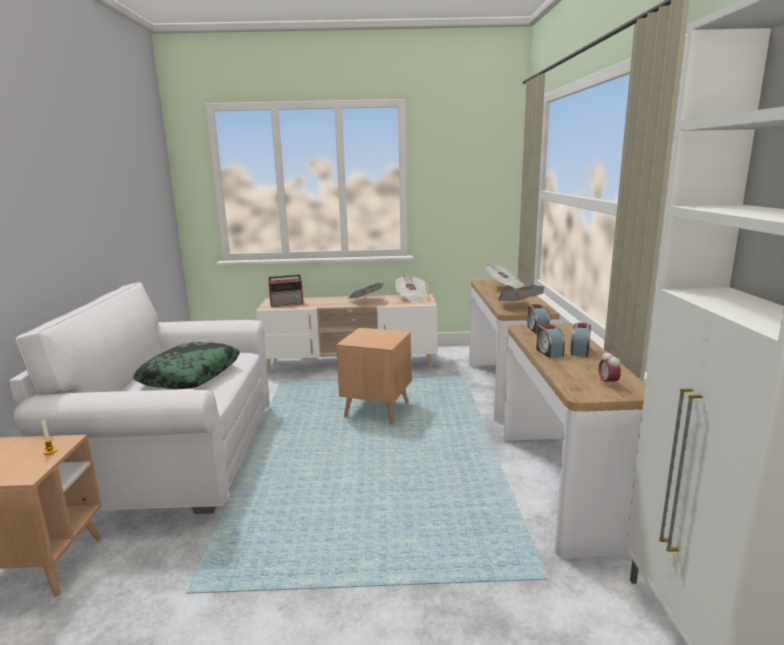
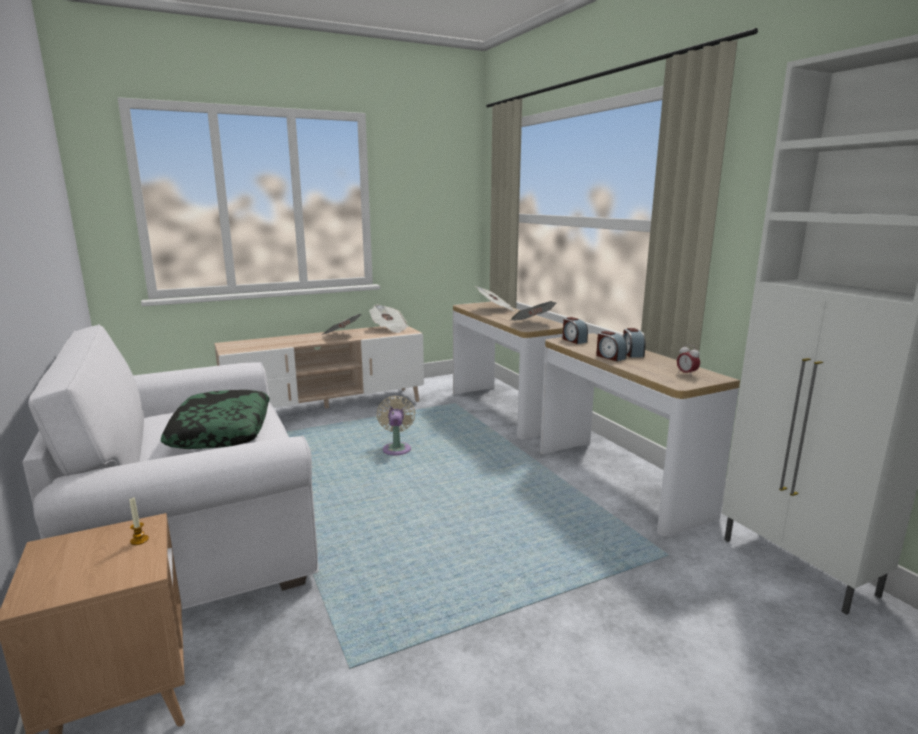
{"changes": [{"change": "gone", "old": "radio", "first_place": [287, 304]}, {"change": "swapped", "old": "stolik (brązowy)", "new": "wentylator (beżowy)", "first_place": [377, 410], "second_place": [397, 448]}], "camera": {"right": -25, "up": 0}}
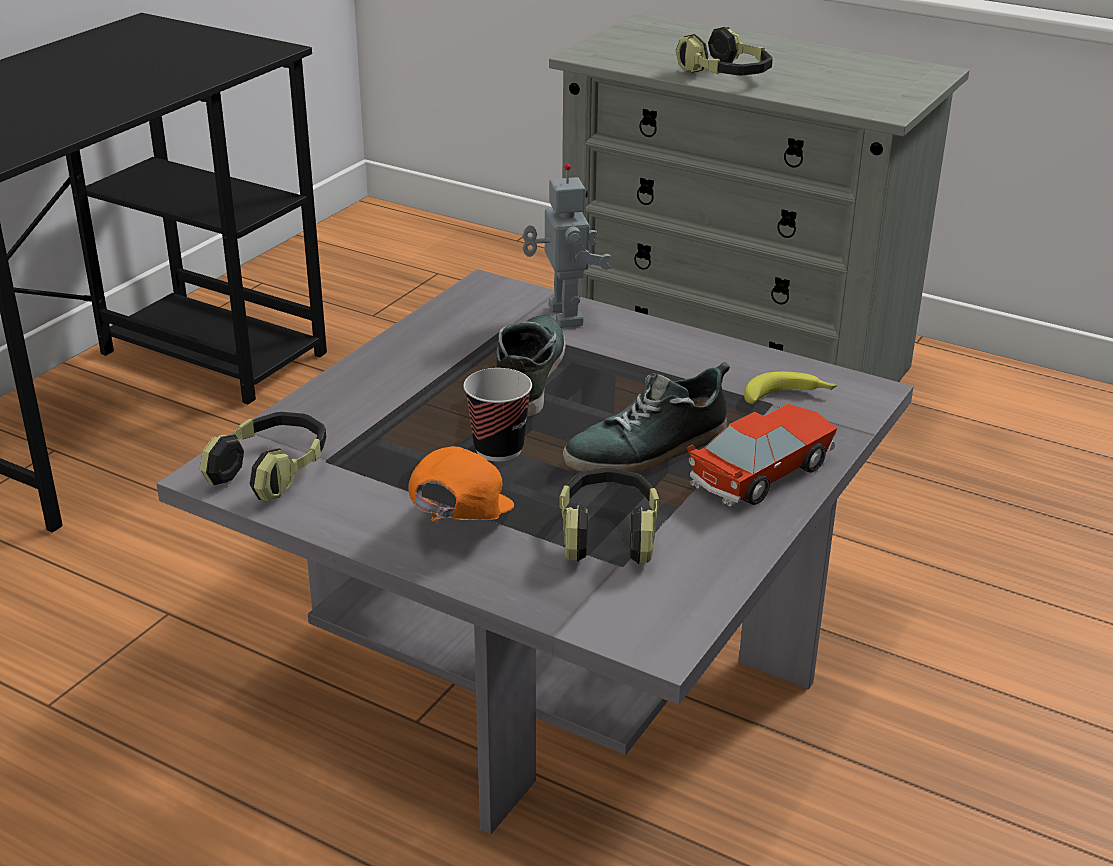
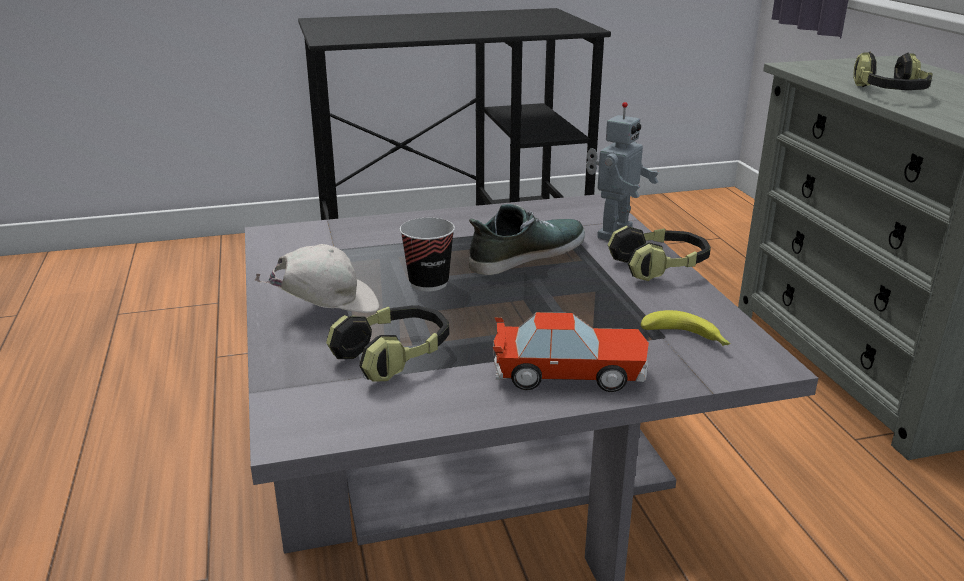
{"changes": [{"change": "gone", "old": "but", "first_place": [648, 448]}, {"change": "shifted", "old": "słuchawki", "first_place": [271, 471], "second_place": [660, 267]}, {"change": "repainted", "old": "czapka z daszkiem (pomarańczowy)", "new": "czapka z daszkiem (biały)", "first_place": [458, 524], "second_place": [327, 309]}], "camera": {"right": 45, "up": -5}}
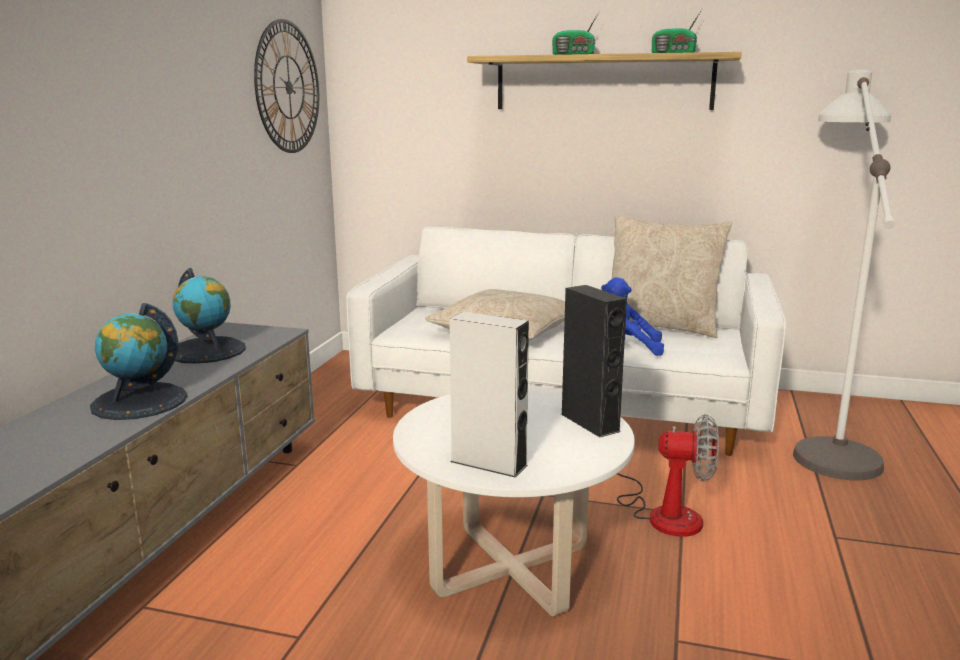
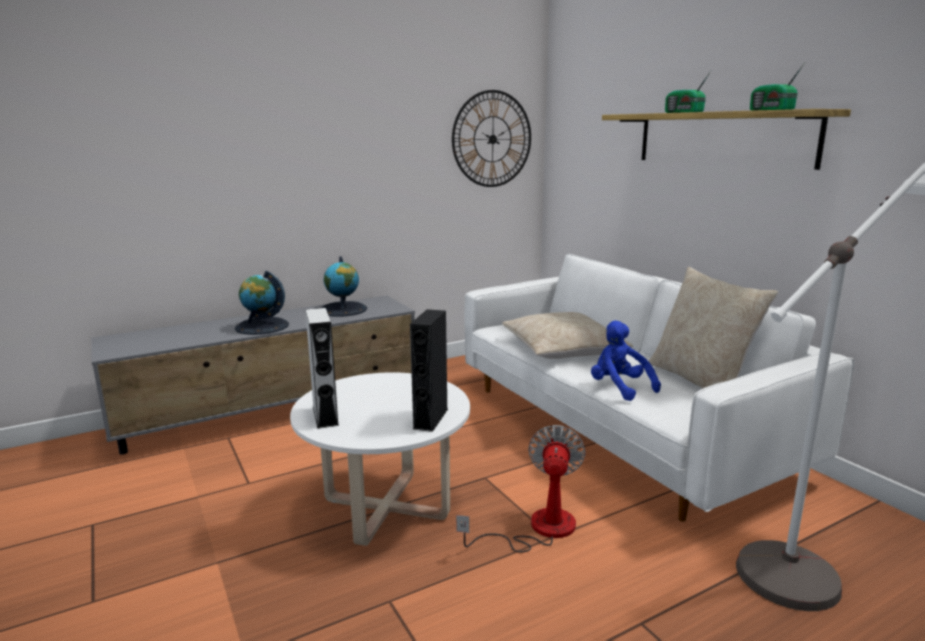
{"changes": [{"change": "rotated", "old": "wentylator", "first_place": [662, 512], "second_place": [538, 529], "degrees": -135}], "camera": {"right": 45, "up": 0}}
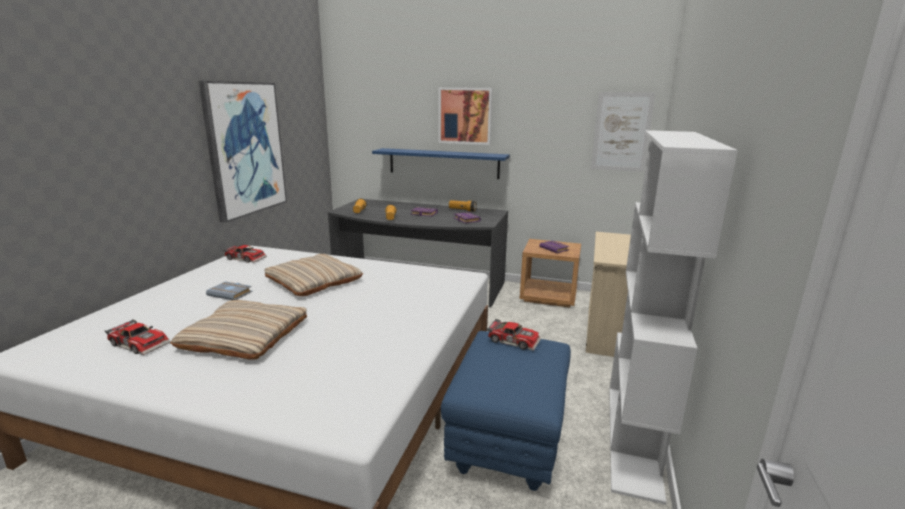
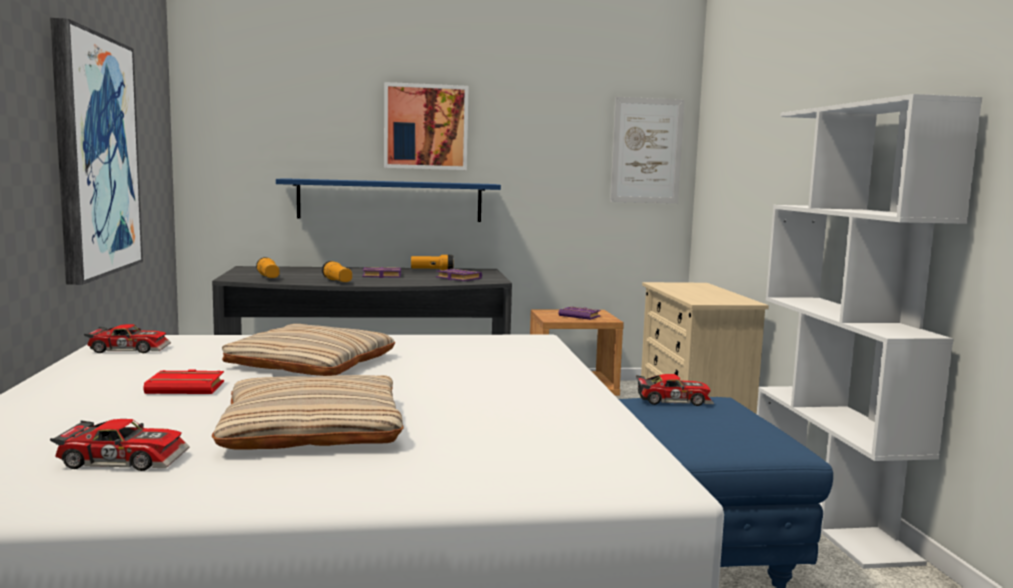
{"changes": [{"change": "repainted", "old": "książka (szary)", "new": "książka (czerwony)", "first_place": [231, 293], "second_place": [187, 388]}], "camera": {"right": -25, "up": -10}}
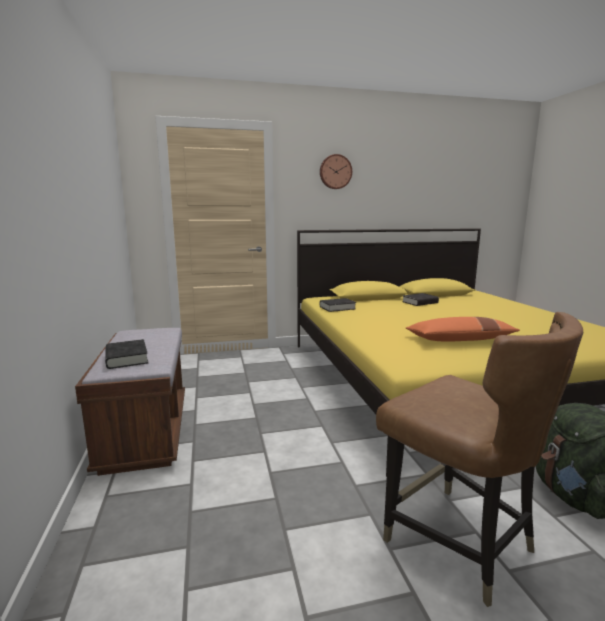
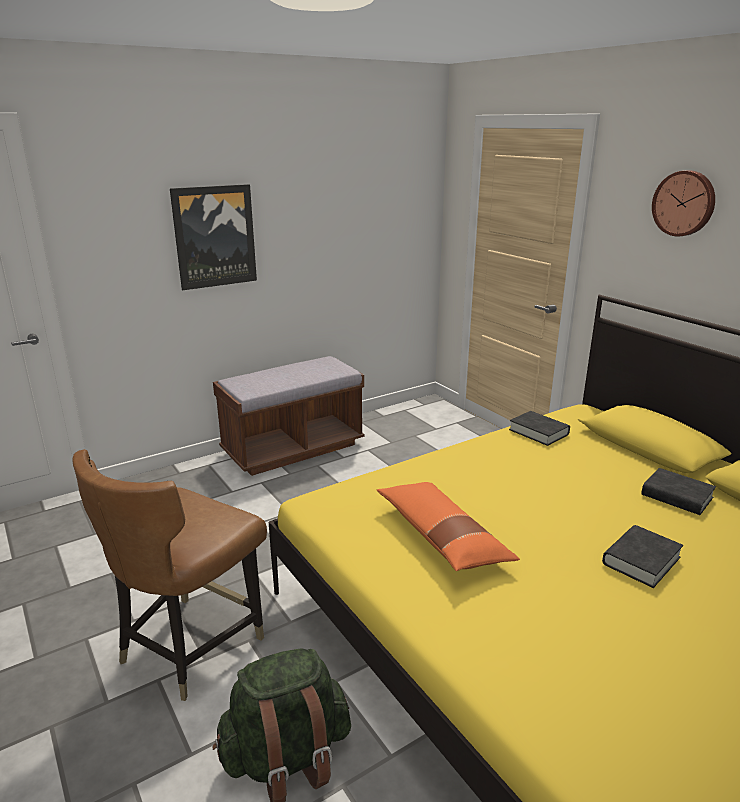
{"changes": [{"change": "new", "new": "obraz", "second_place": [214, 236]}, {"change": "shifted", "old": "książka (czarny)", "first_place": [126, 358], "second_place": [641, 560]}], "camera": {"right": 70, "up": 10}}
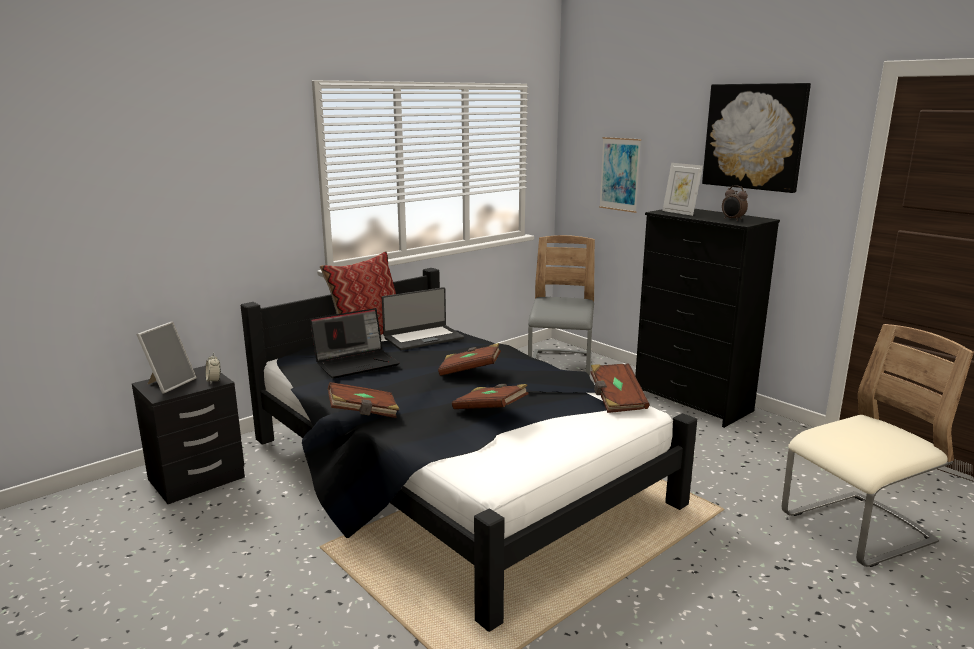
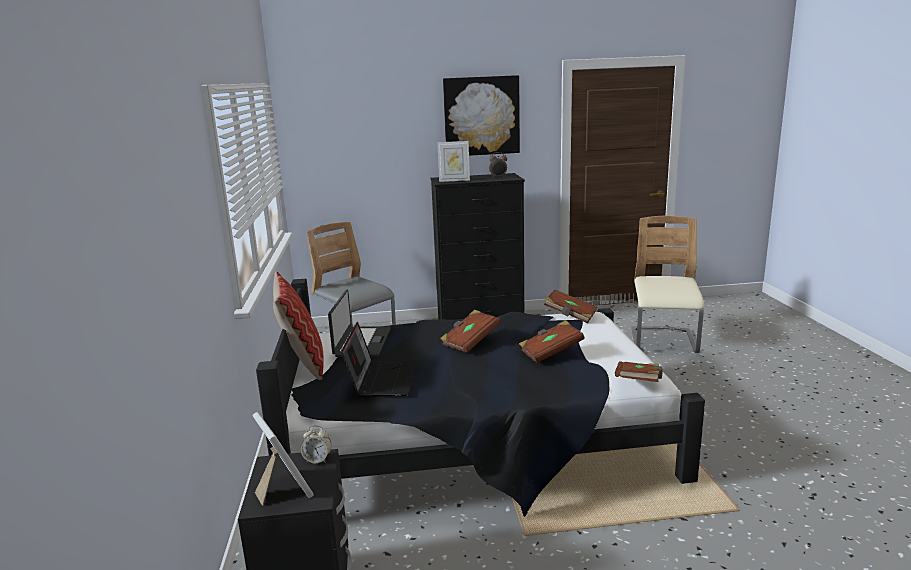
{"changes": [{"change": "gone", "old": "obraz", "first_place": [620, 174]}, {"change": "shifted", "old": "książka (brązowy)", "first_place": [363, 413], "second_place": [638, 383]}], "camera": {"right": -55, "up": 0}}
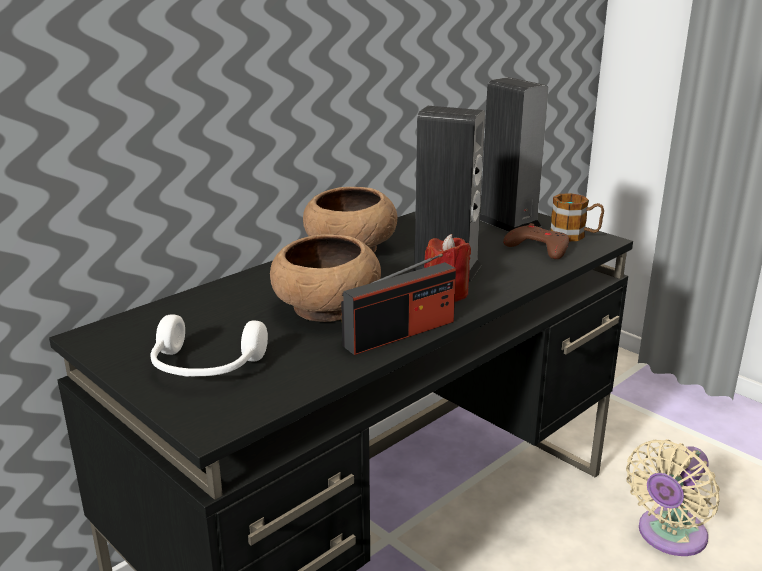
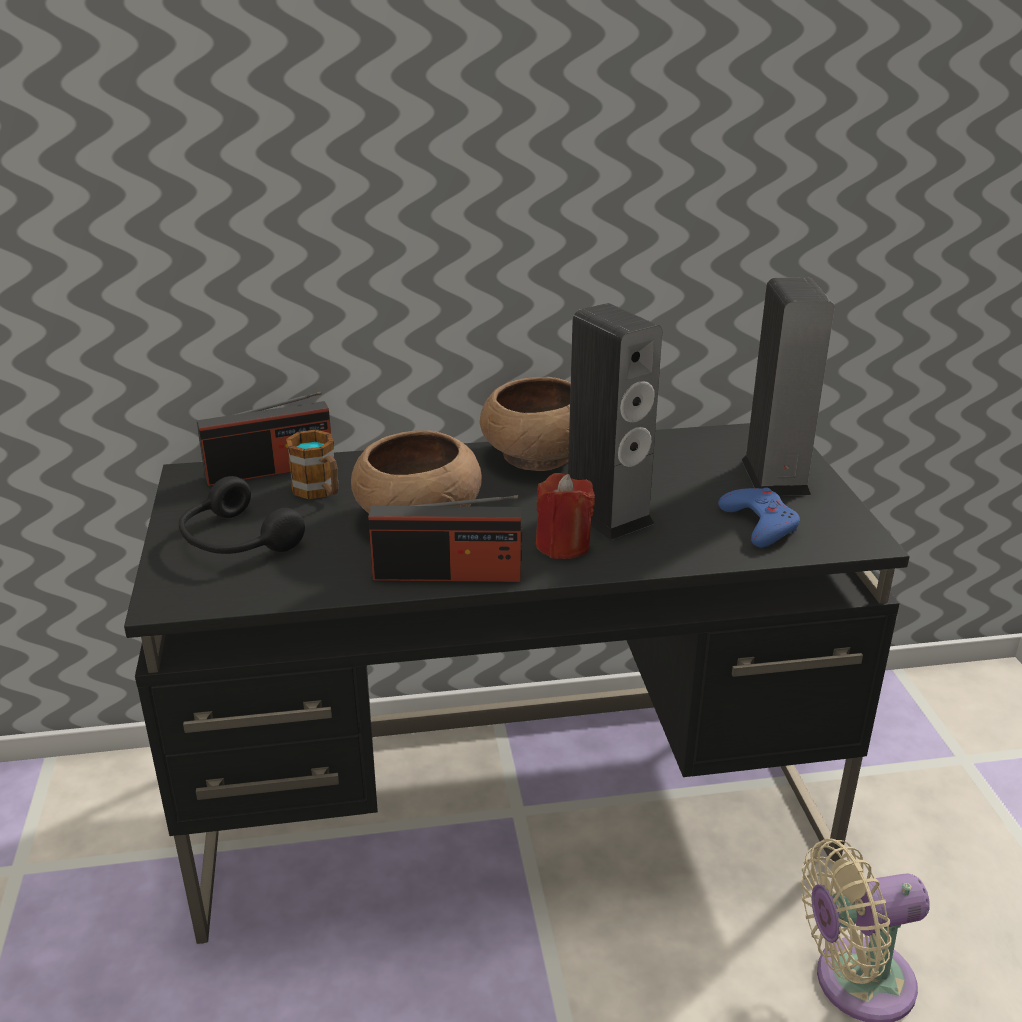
{"changes": [{"change": "new", "new": "radio", "second_place": [270, 470]}, {"change": "shifted", "old": "kubek", "first_place": [575, 236], "second_place": [320, 491]}, {"change": "repainted", "old": "słuchawki (biały)", "new": "słuchawki (czarny)", "first_place": [205, 367], "second_place": [235, 541]}, {"change": "repainted", "old": "pad do gier (brązowy)", "new": "pad do gier (niebieski)", "first_place": [538, 247], "second_place": [759, 523]}], "camera": {"right": 35, "up": 5}}
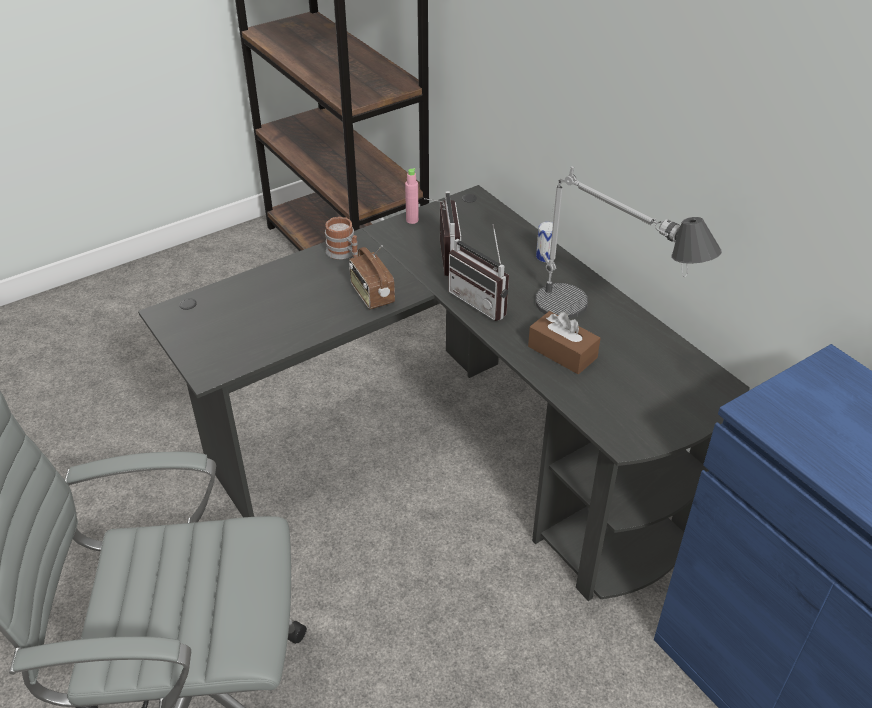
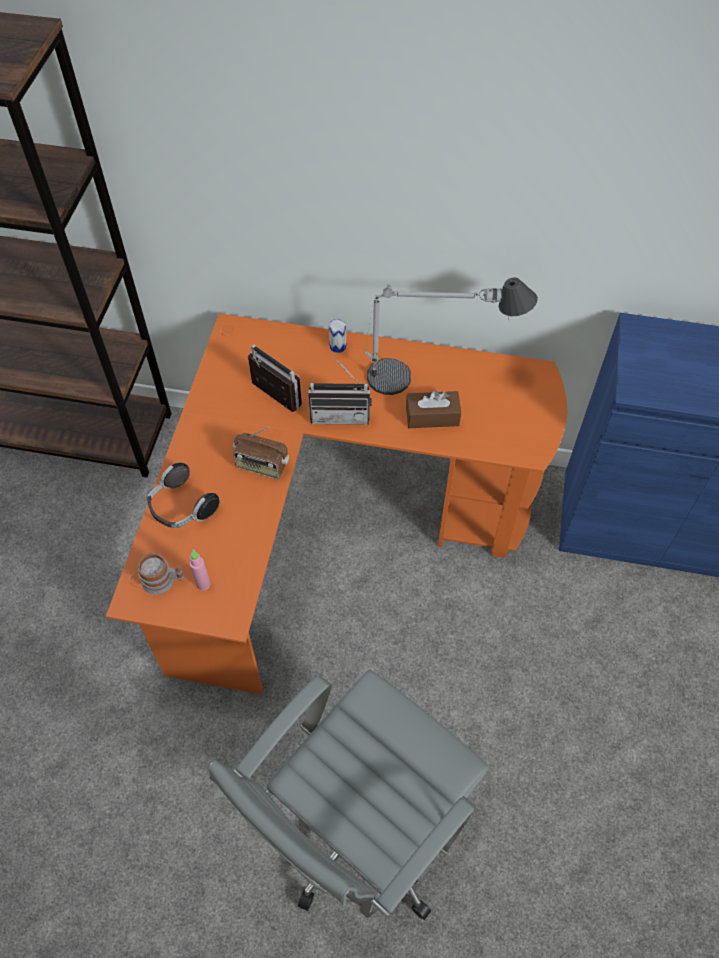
{"changes": [{"change": "new", "new": "słuchawki", "second_place": [181, 508]}, {"change": "shifted", "old": "kubek", "first_place": [344, 253], "second_place": [163, 581]}, {"change": "shifted", "old": "butelka (różowy)", "first_place": [412, 220], "second_place": [203, 584]}, {"change": "repainted", "old": "biurko (czarny)", "new": "biurko (pomarańczowy)", "first_place": [452, 457], "second_place": [330, 530]}], "camera": {"right": -45, "up": 15}}
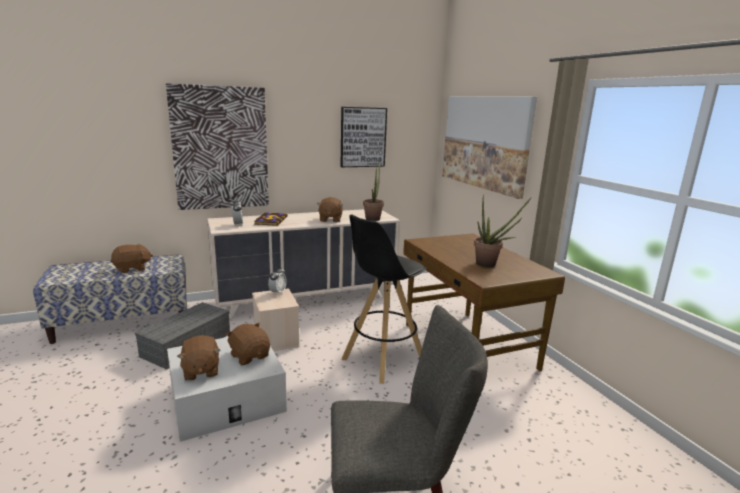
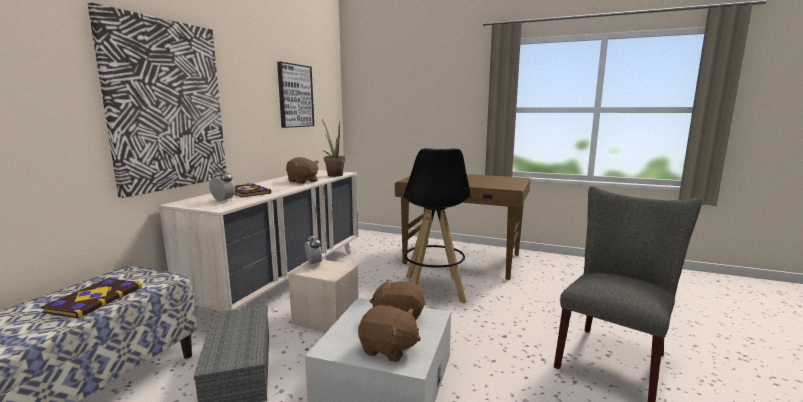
{"changes": [{"change": "gone", "old": "obraz", "first_place": [484, 142]}, {"change": "gone", "old": "roślina doniczkowa", "first_place": [490, 264]}, {"change": "swapped", "old": "pluszak (brązowy)", "new": "książka", "first_place": [132, 268], "second_place": [94, 299]}], "camera": {"right": -45, "up": -5}}
